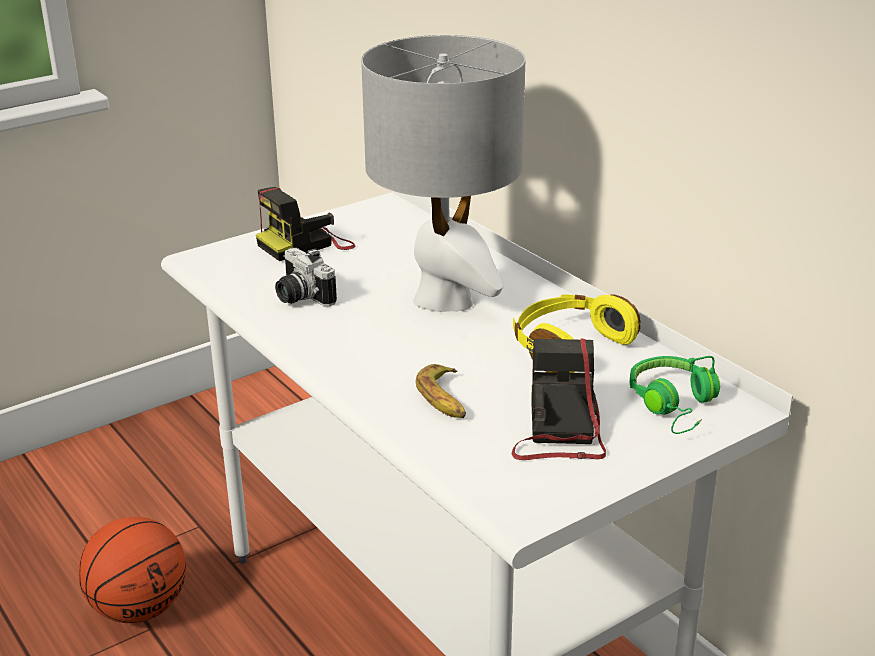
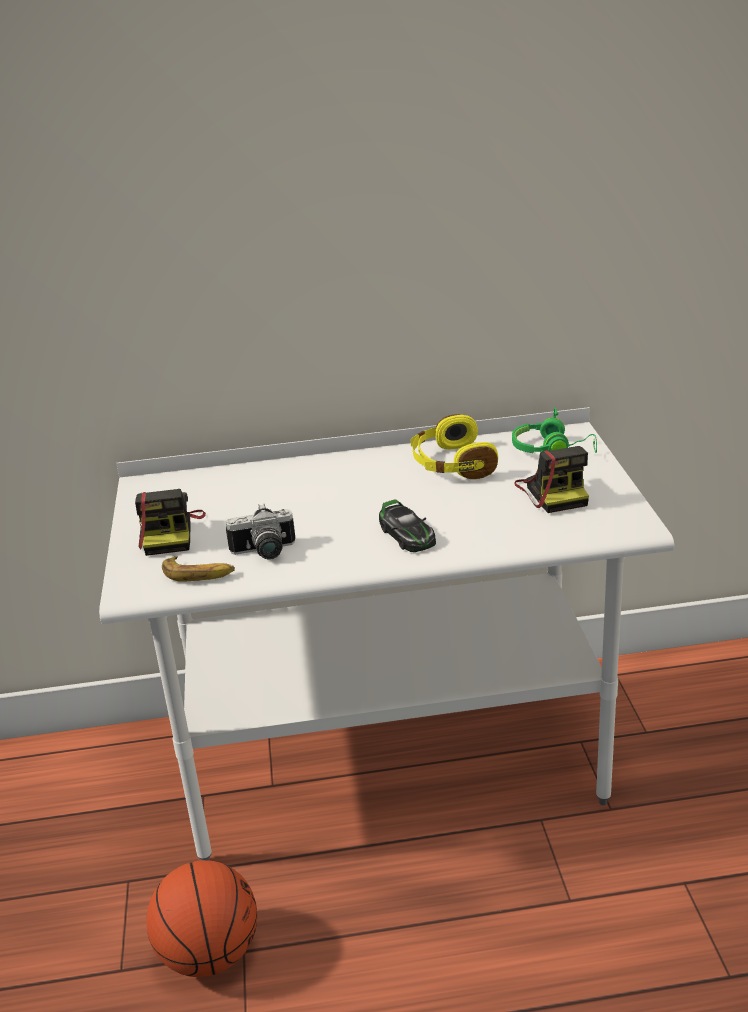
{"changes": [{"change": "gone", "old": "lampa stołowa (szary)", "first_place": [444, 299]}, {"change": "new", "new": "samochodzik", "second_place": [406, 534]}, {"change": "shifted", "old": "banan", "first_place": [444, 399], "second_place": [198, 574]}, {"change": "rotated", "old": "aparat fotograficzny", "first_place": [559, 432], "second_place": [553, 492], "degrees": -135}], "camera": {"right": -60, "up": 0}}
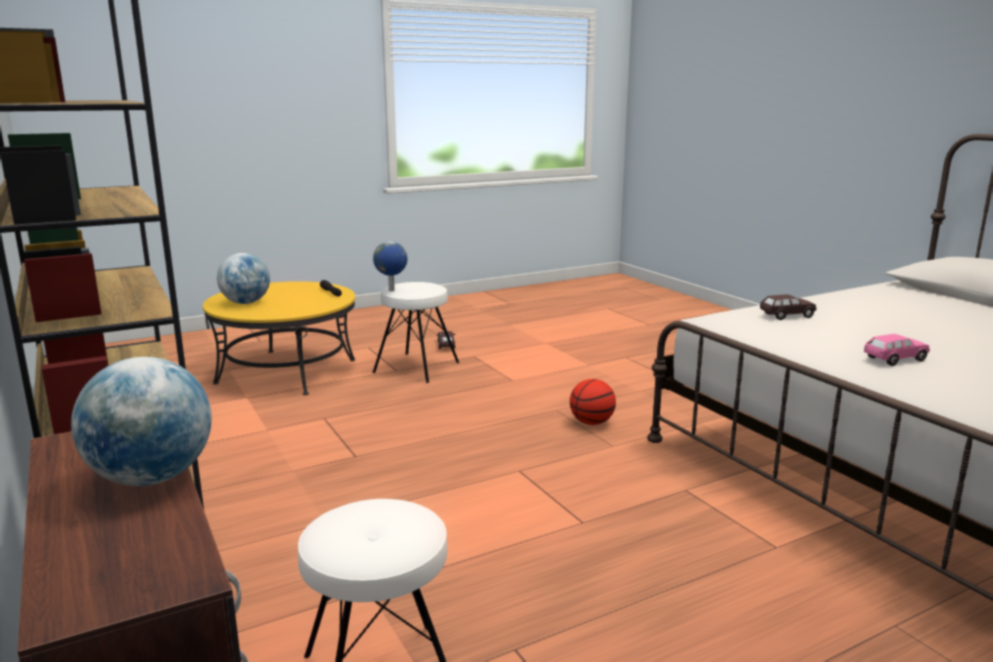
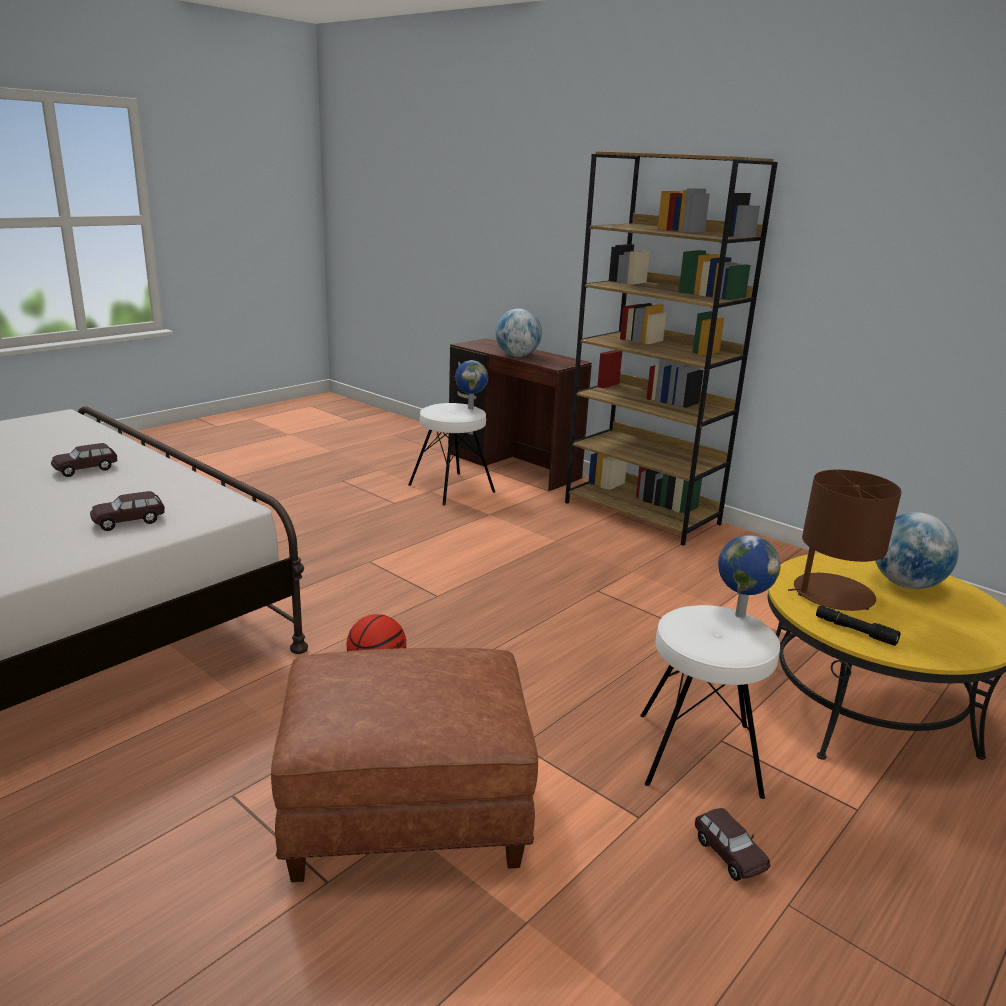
{"changes": [{"change": "new", "new": "pufa (brązowy)", "second_place": [403, 814]}, {"change": "new", "new": "globus", "second_place": [470, 408]}, {"change": "new", "new": "lampa stołowa (brązowy)", "second_place": [832, 594]}, {"change": "repainted", "old": "samochodzik (różowy)", "new": "samochodzik (brązowy)", "first_place": [894, 359], "second_place": [86, 469]}], "camera": {"right": 160, "up": 5}}
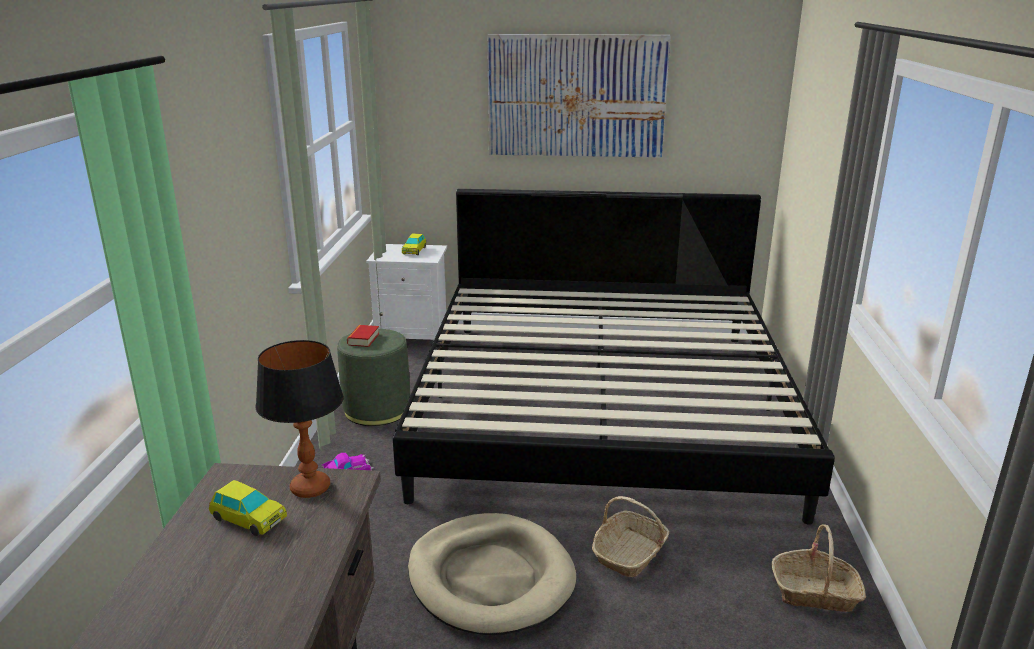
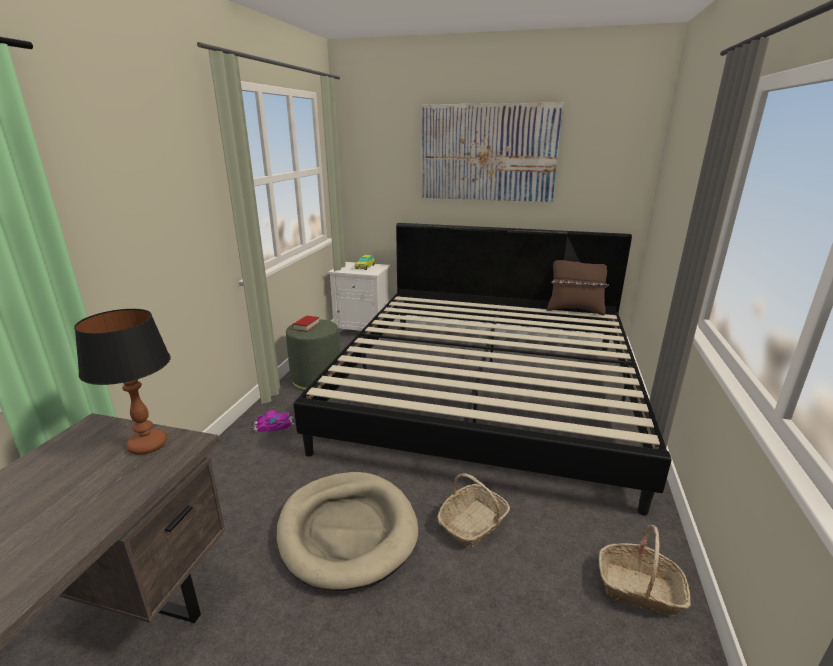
{"changes": [{"change": "gone", "old": "samochodzik", "first_place": [249, 519]}, {"change": "new", "new": "poduszka (brązowy)", "second_place": [575, 310]}], "camera": {"right": 10, "up": 0}}
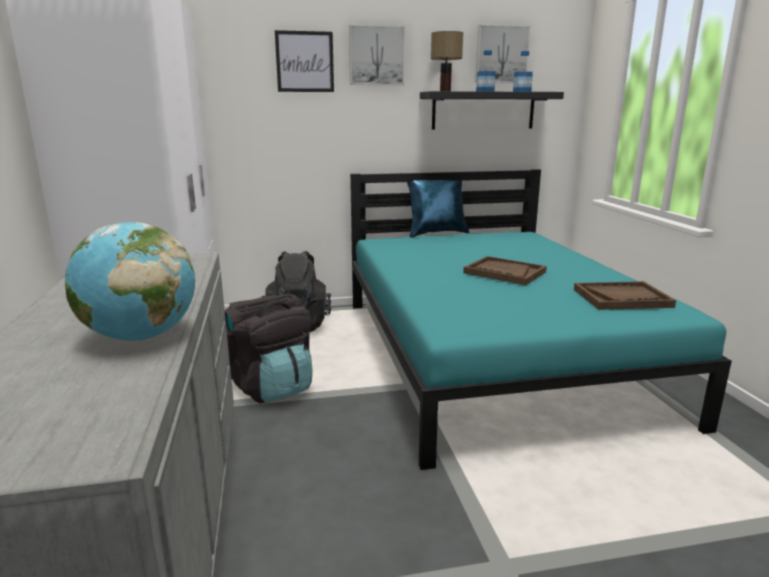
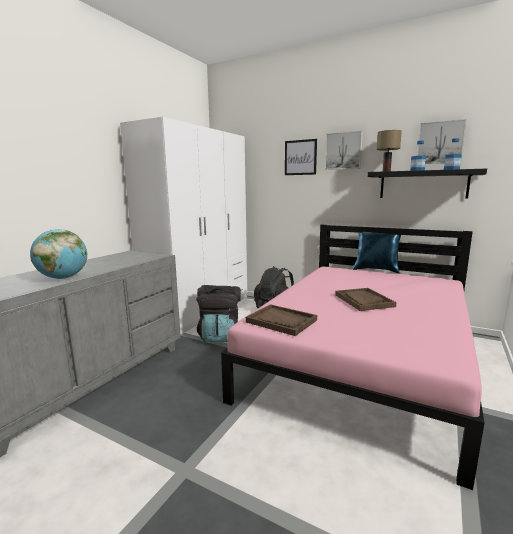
{"changes": [{"change": "shifted", "old": "taca (brązowy)", "first_place": [622, 298], "second_place": [281, 321]}, {"change": "repainted", "old": "łóżko (turkusowy)", "new": "łóżko (różowy)", "first_place": [492, 354], "second_place": [363, 361]}], "camera": {"right": 40, "up": -5}}
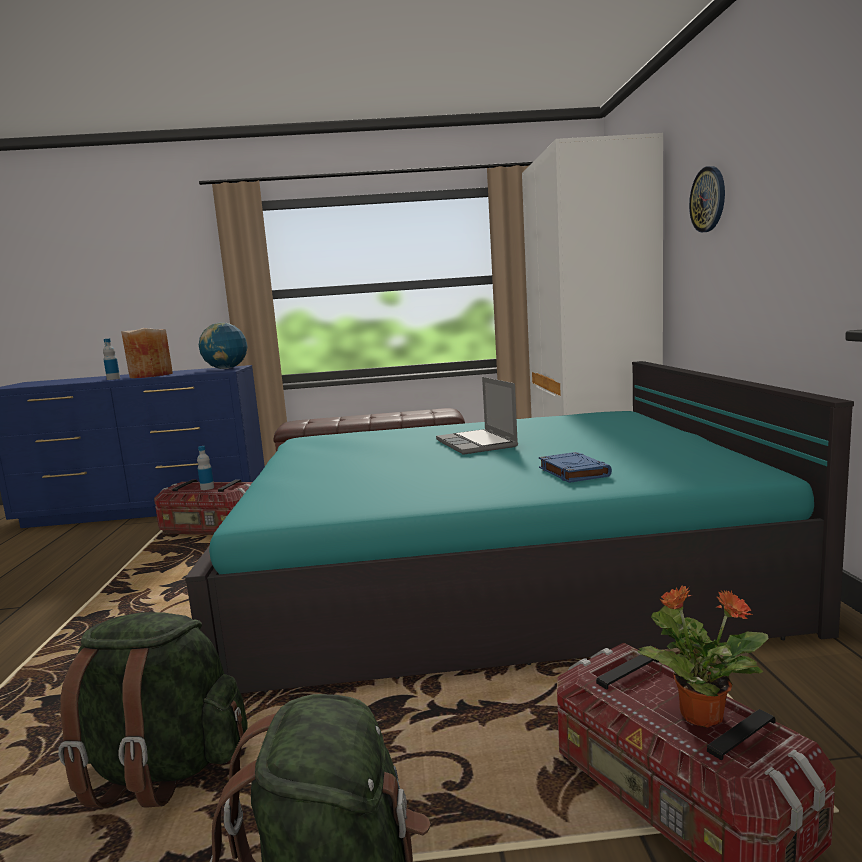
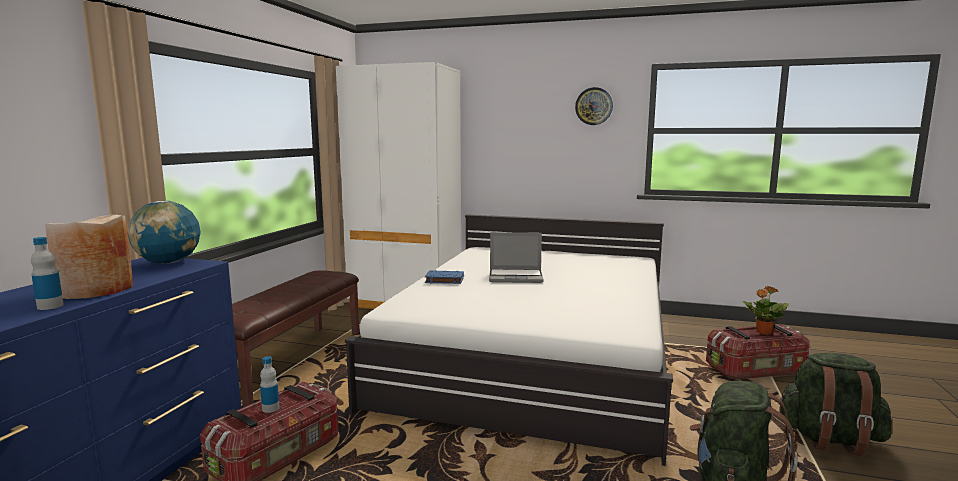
{"changes": [{"change": "shifted", "old": "książka (niebieski)", "first_place": [572, 472], "second_place": [444, 280]}, {"change": "shifted", "old": "zegar ścienny", "first_place": [708, 199], "second_place": [594, 106]}, {"change": "repainted", "old": "łóżko (turkusowy)", "new": "łóżko (biały)", "first_place": [492, 570], "second_place": [535, 357]}], "camera": {"right": -70, "up": 0}}
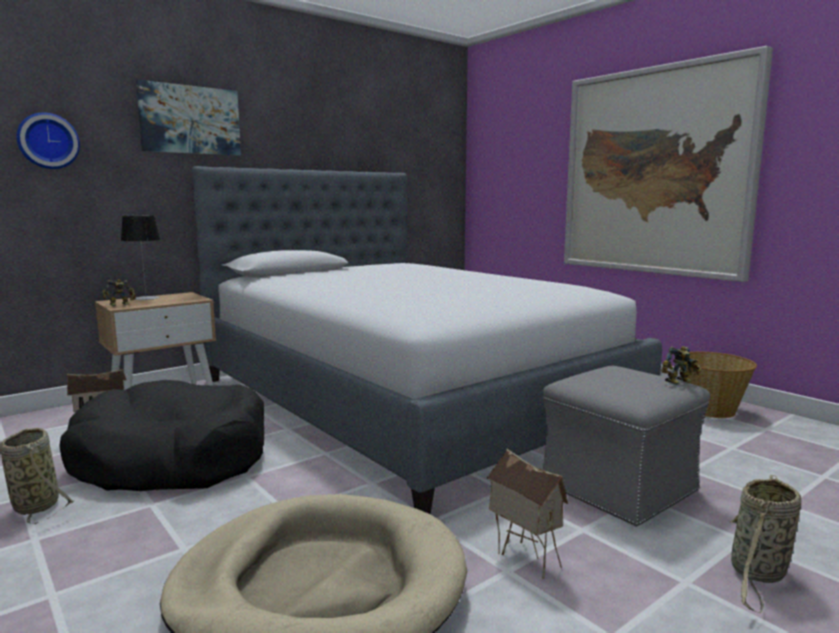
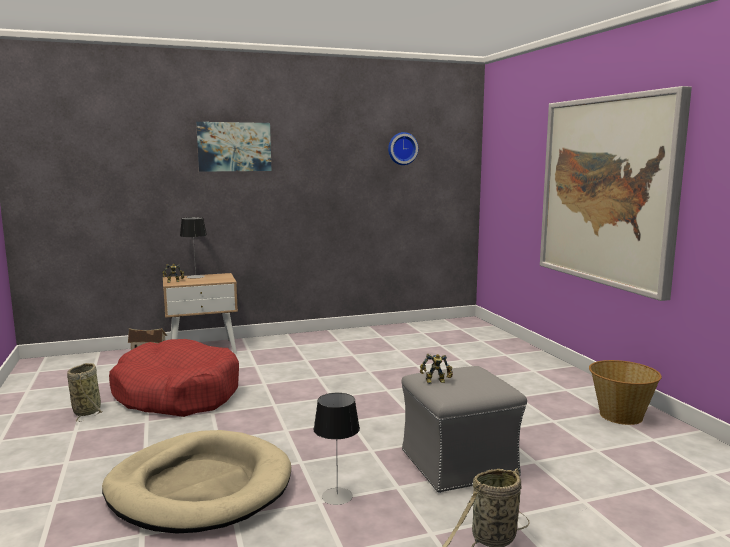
{"changes": [{"change": "gone", "old": "łóżko", "first_place": [407, 399]}, {"change": "shifted", "old": "zegar ścienny", "first_place": [48, 141], "second_place": [402, 148]}, {"change": "shifted", "old": "robot zabawkowy", "first_place": [680, 382], "second_place": [436, 382]}, {"change": "swapped", "old": "domek", "new": "lampa stołowa", "first_place": [523, 558], "second_place": [337, 496]}, {"change": "repainted", "old": "legowisko (czarny)", "new": "legowisko (czerwony)", "first_place": [171, 459], "second_place": [177, 394]}], "camera": {"right": 20, "up": 0}}
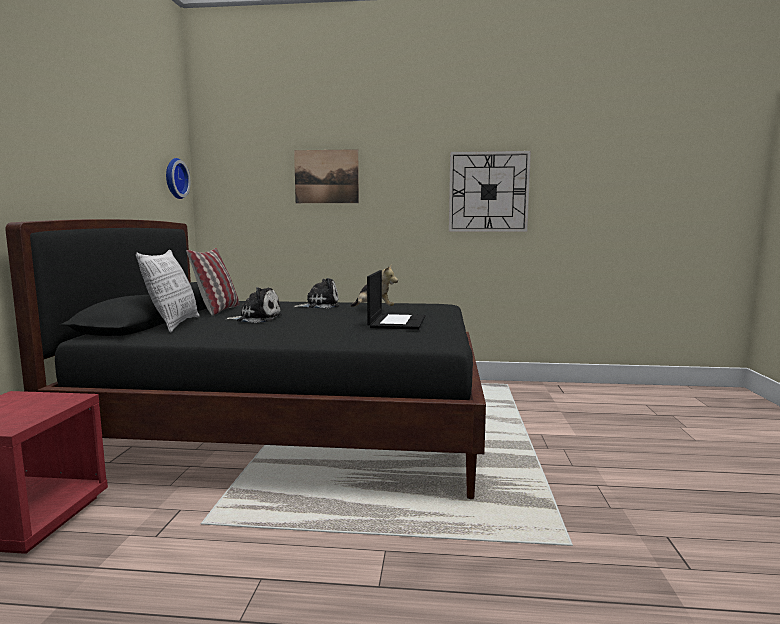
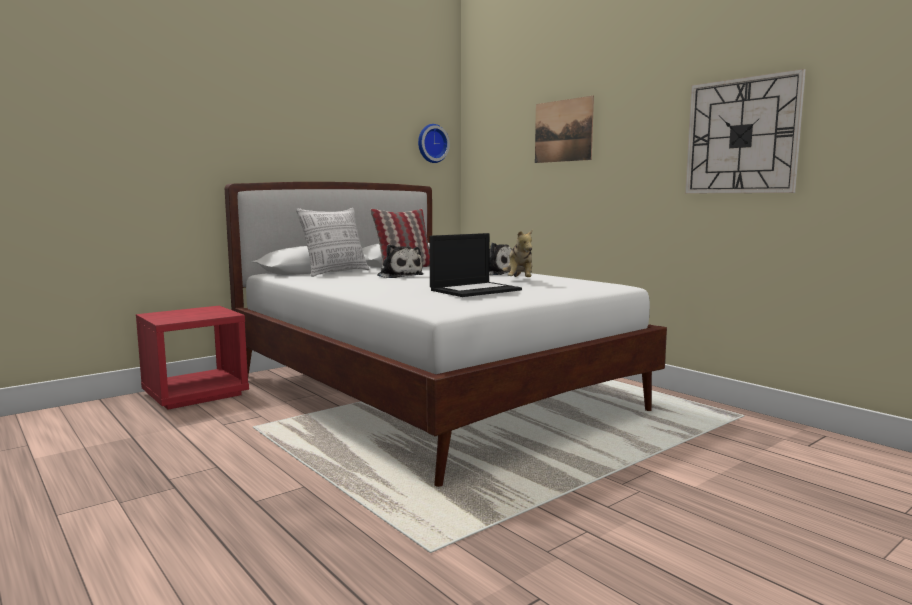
{"changes": [{"change": "repainted", "old": "łóżko (czarny)", "new": "łóżko (biały)", "first_place": [295, 428], "second_place": [430, 392]}], "camera": {"right": 45, "up": 0}}
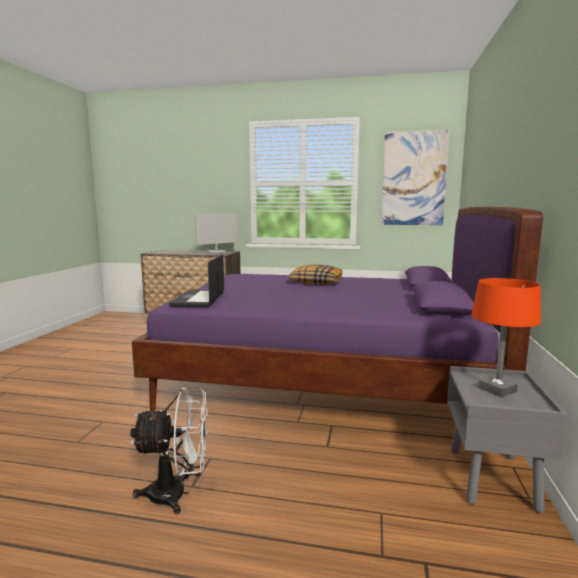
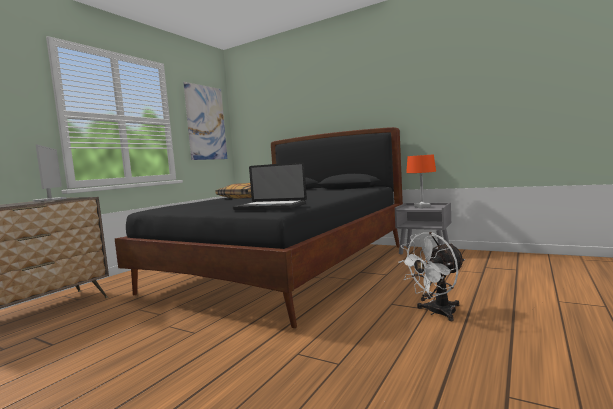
{"changes": [{"change": "repainted", "old": "łóżko (fioletowy)", "new": "łóżko (czarny)", "first_place": [326, 378], "second_place": [286, 268]}, {"change": "rotated", "old": "wentylator (biały)", "first_place": [177, 494], "second_place": [436, 313], "degrees": -135}], "camera": {"right": -70, "up": -5}}
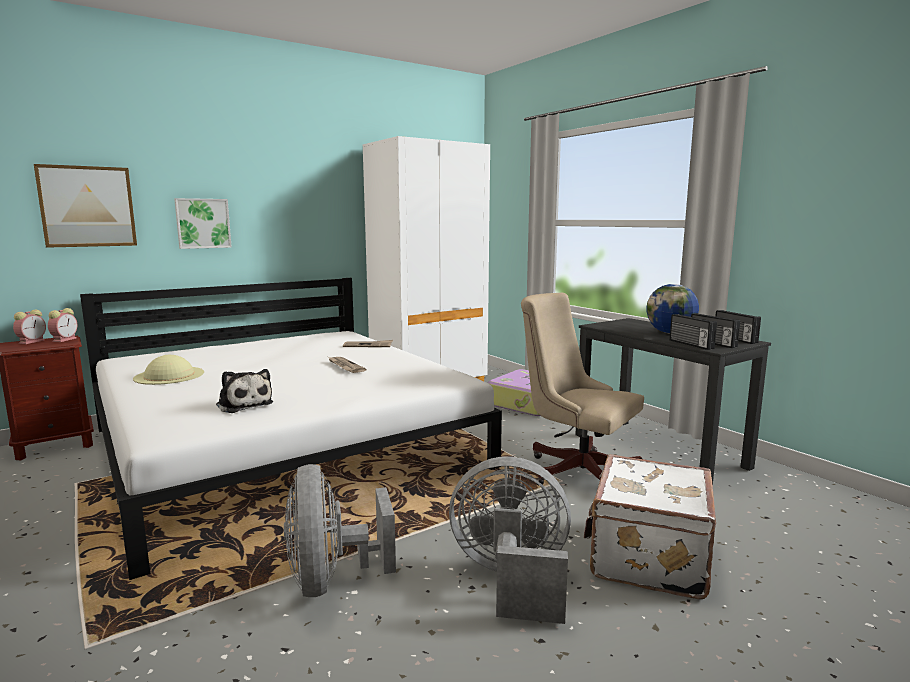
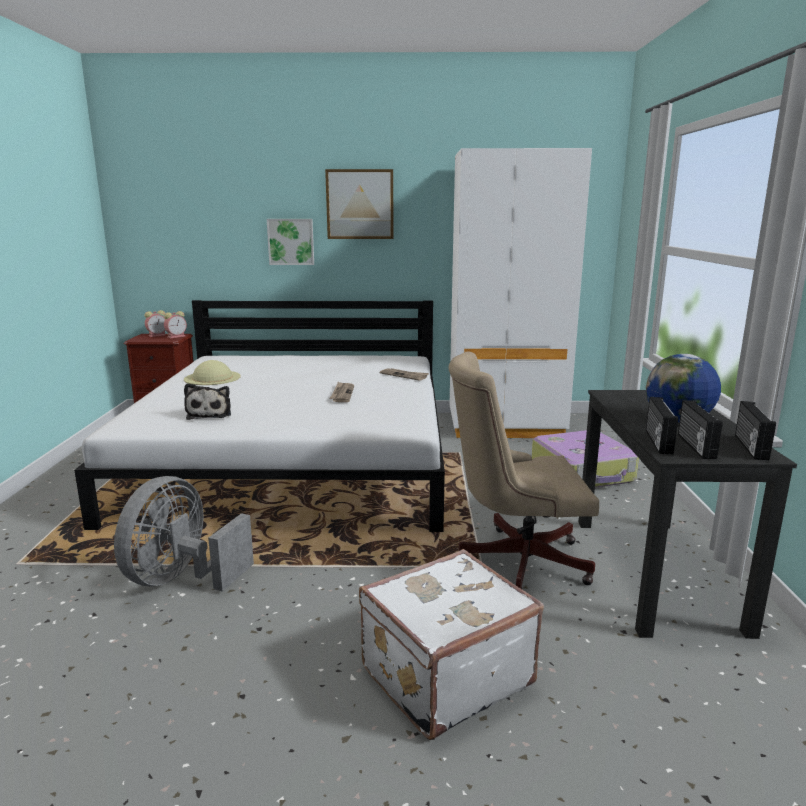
{"changes": [{"change": "gone", "old": "wentylator (szary)", "first_place": [511, 579]}, {"change": "shifted", "old": "obraz", "first_place": [87, 206], "second_place": [360, 204]}, {"change": "rotated", "old": "krzesło biurowe (beżowy)", "first_place": [575, 470], "second_place": [515, 561], "degrees": -75}], "camera": {"right": 35, "up": 5}}
